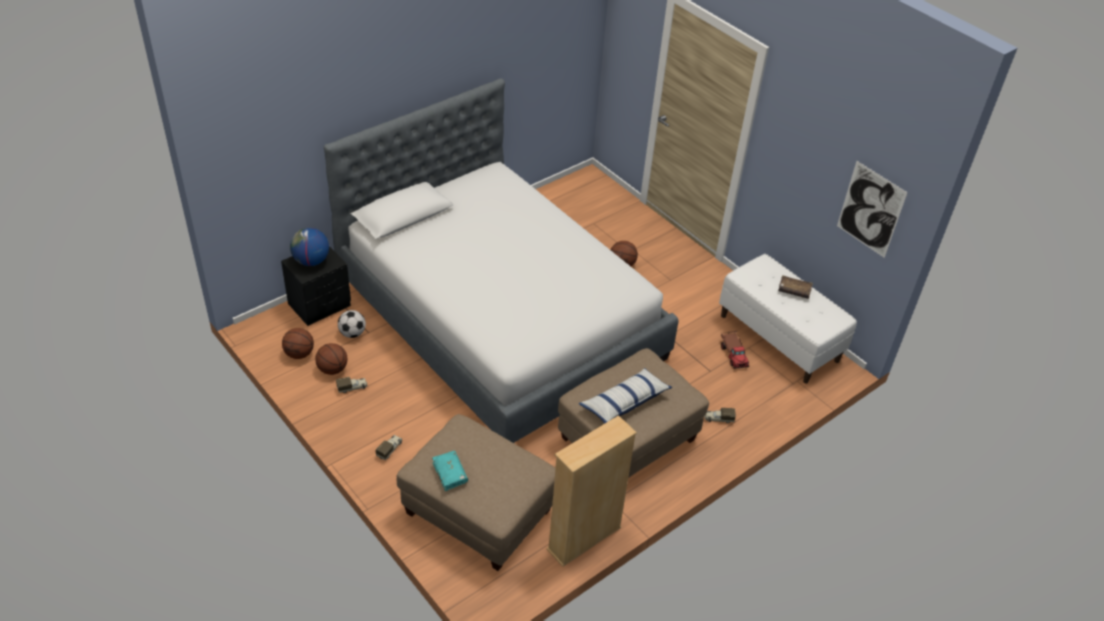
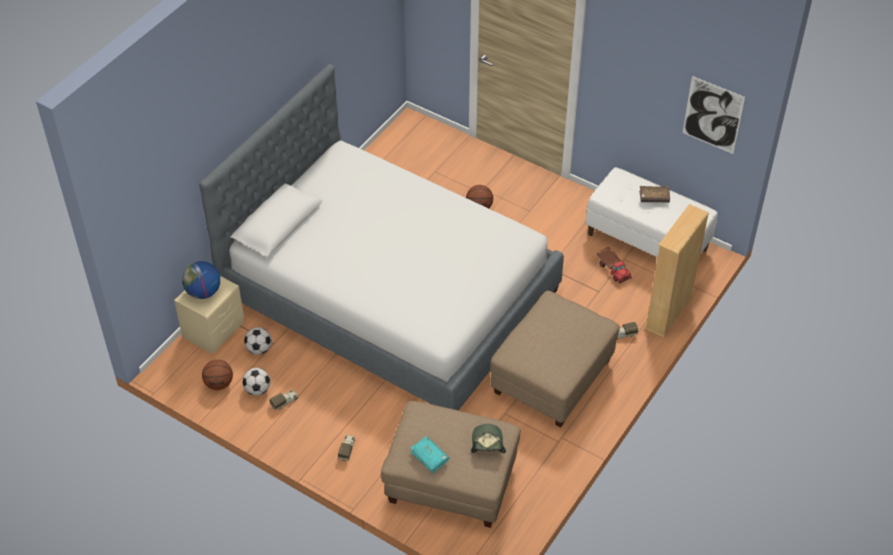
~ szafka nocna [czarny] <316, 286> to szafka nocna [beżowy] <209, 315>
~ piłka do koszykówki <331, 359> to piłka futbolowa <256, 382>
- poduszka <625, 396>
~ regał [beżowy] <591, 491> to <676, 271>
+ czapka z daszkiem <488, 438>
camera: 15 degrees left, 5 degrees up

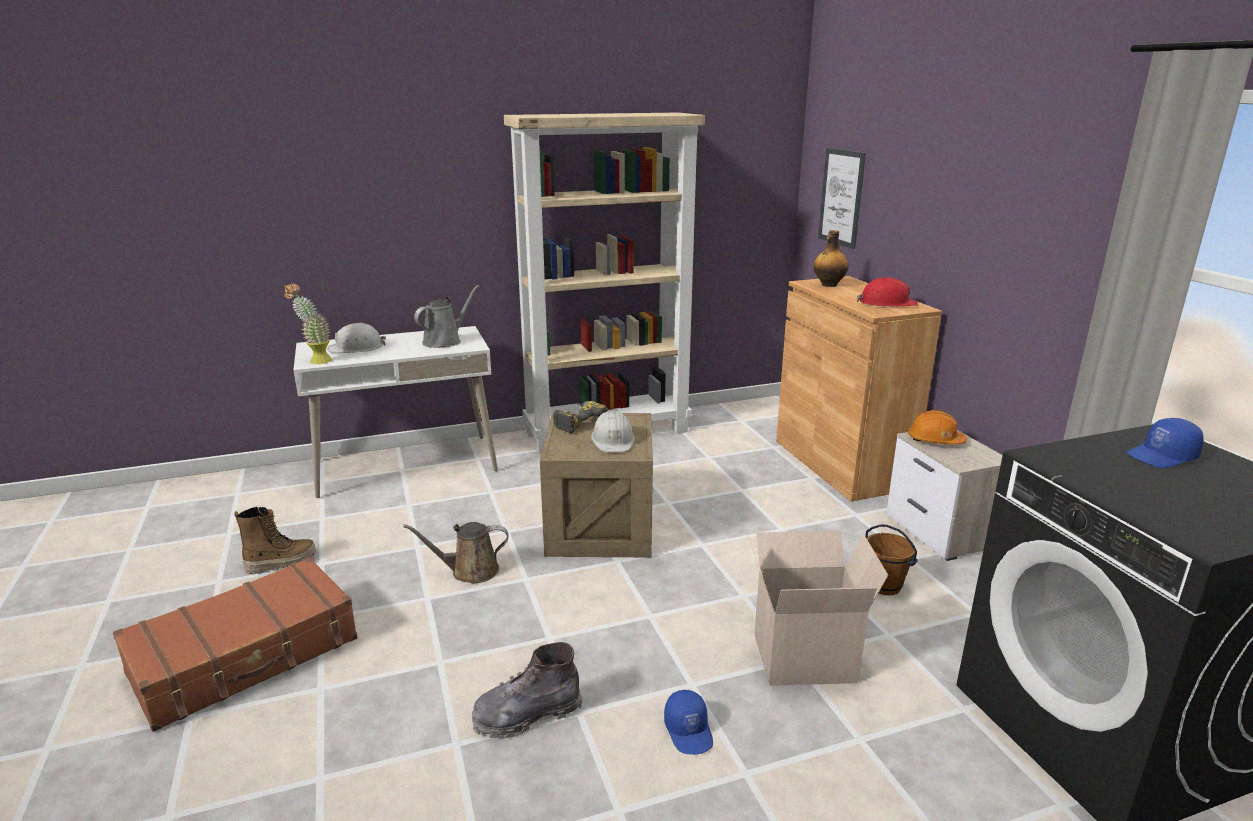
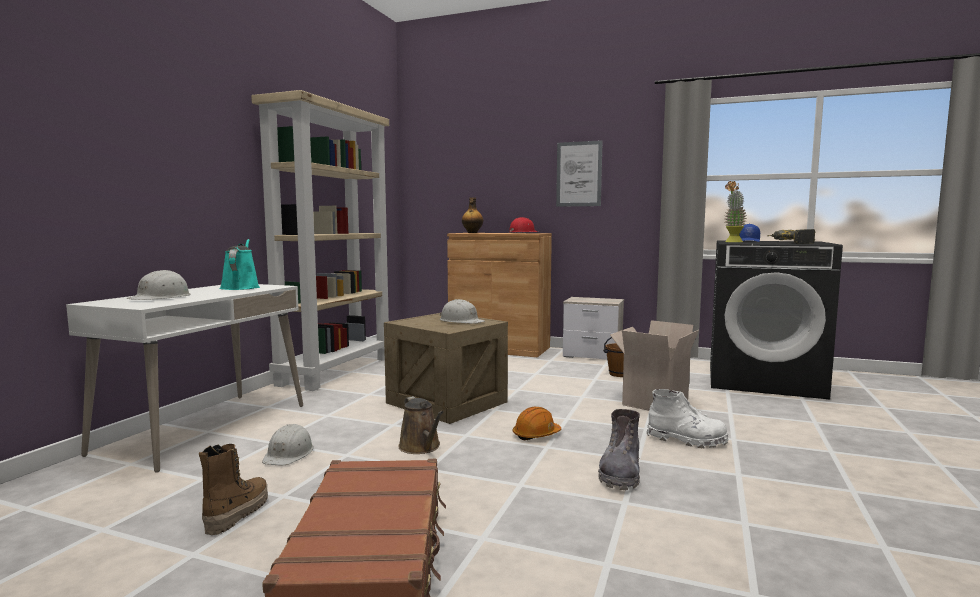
~ obraz <842, 198> to <579, 173>
~ roślina doniczkowa <308, 323> to <736, 211>
~ konewka [szary] <446, 316> to konewka [turkusowy] <239, 264>
~ wiertarka <580, 417> to <791, 236>
~ kask [pomarańczowy] <937, 427> to <537, 424>
~ konewka [brązowy] <456, 552> = <421, 425> 60 degrees counterclockwise
~ czapka z daszkiem [niebieski] <688, 722> to but z cholewką [biały] <688, 418>
+ kask [biały] <288, 445>
camera: 50 degrees left, 15 degrees down

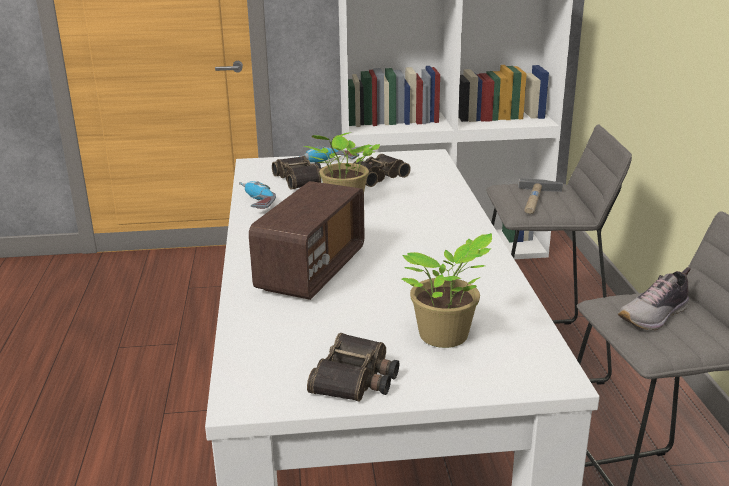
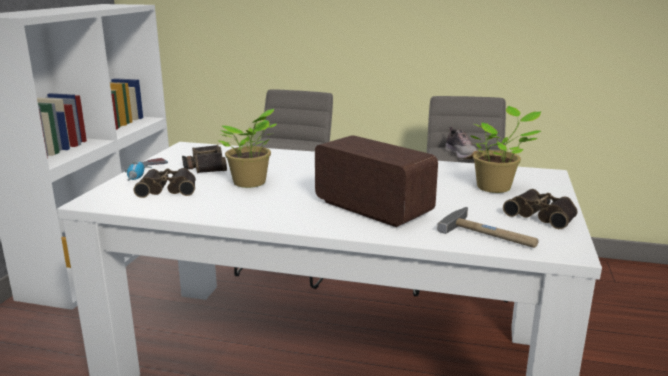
~ młotek <540, 196> to <488, 227>
- wiertarka <257, 195>
camera: 70 degrees left, 5 degrees down

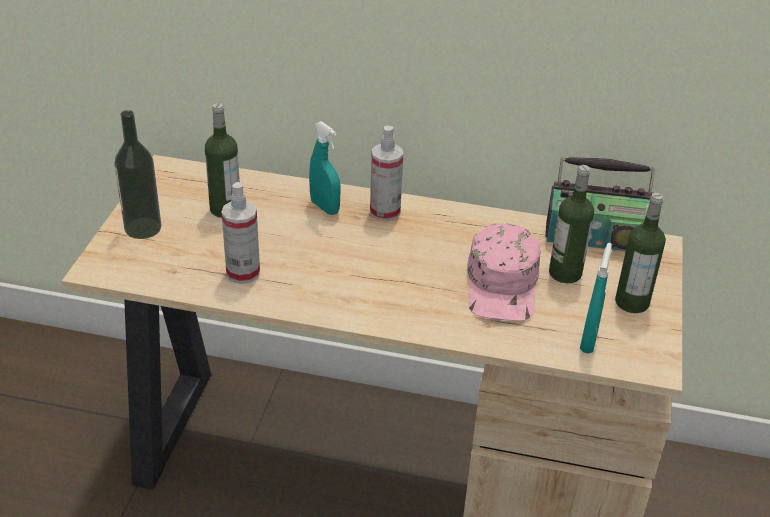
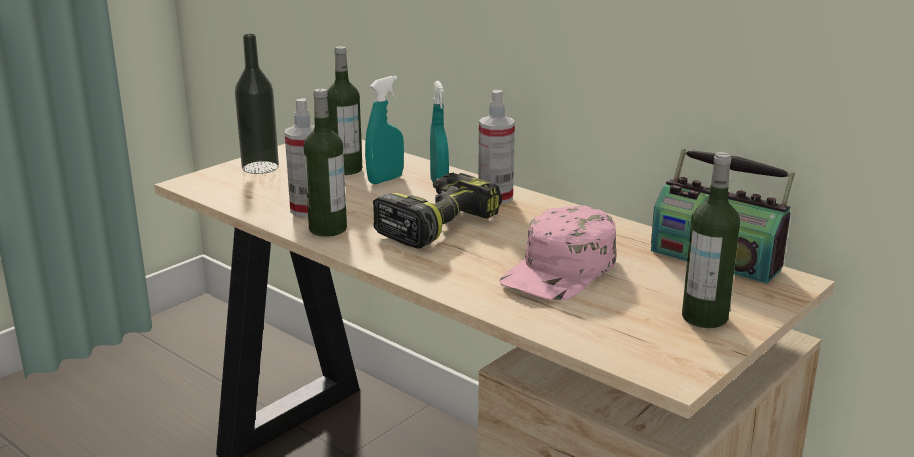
~ butelka <571, 224> to <325, 162>
~ spryskiwacz [turkusowy] <596, 298> to <384, 130>
+ wiertarka <437, 210>
camera: 30 degrees right, 15 degrees down

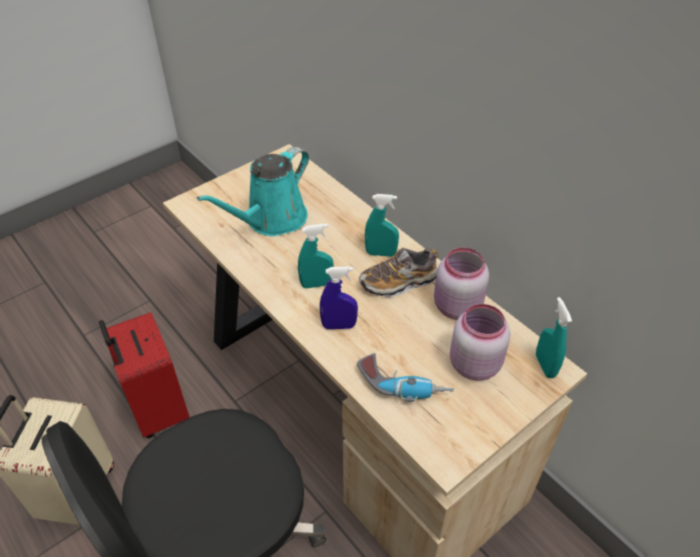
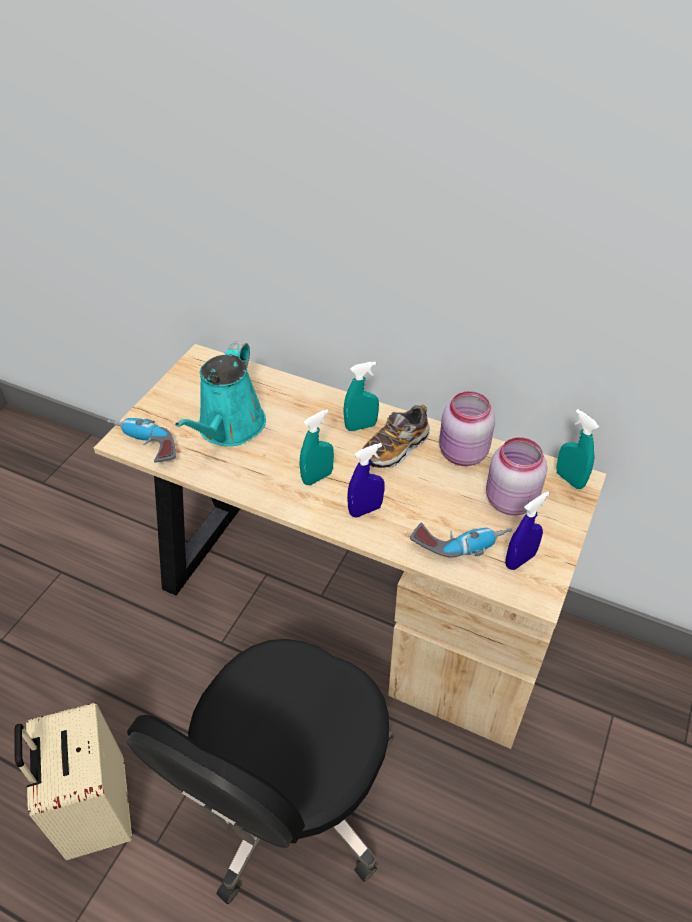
- walizka [czerwony] <144, 375>
+ wiertarka <141, 440>
+ spryskiwacz [niebieski] <528, 530>
camera: 25 degrees left, 0 degrees up

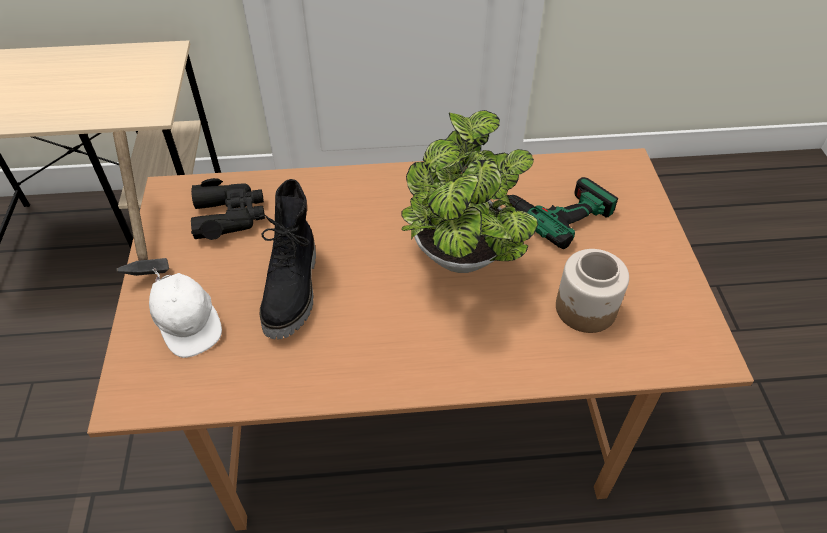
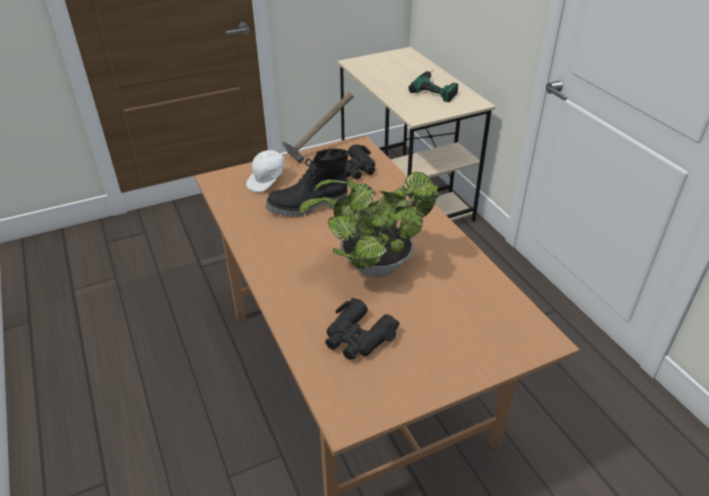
~ wiertarka <562, 213> to <433, 86>
~ słoik <592, 291> to lornetka [czarny] <362, 329>
camera: 70 degrees right, 10 degrees down

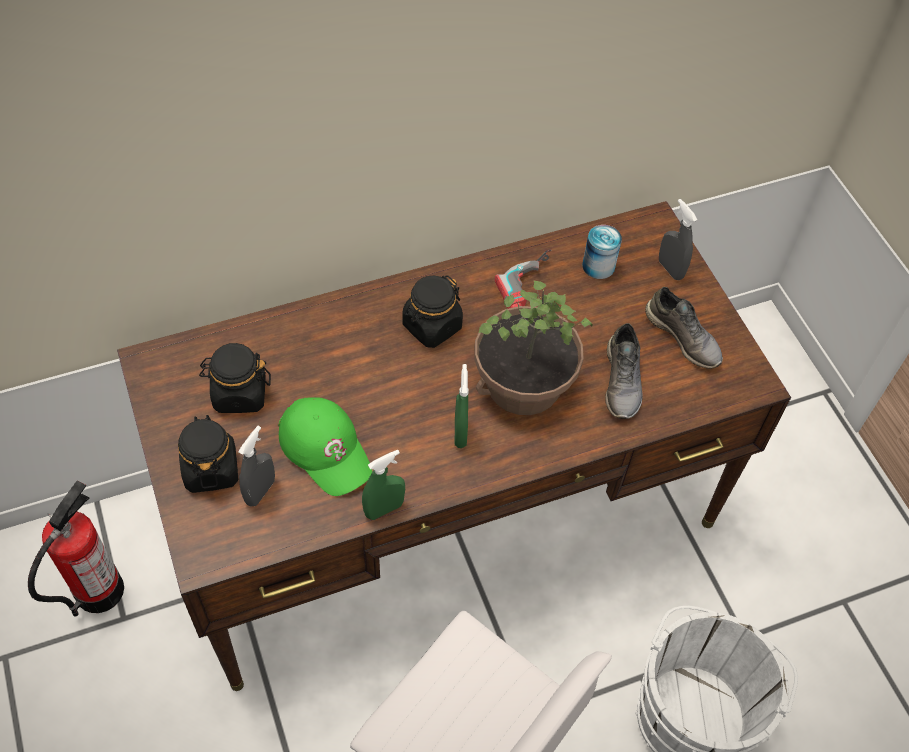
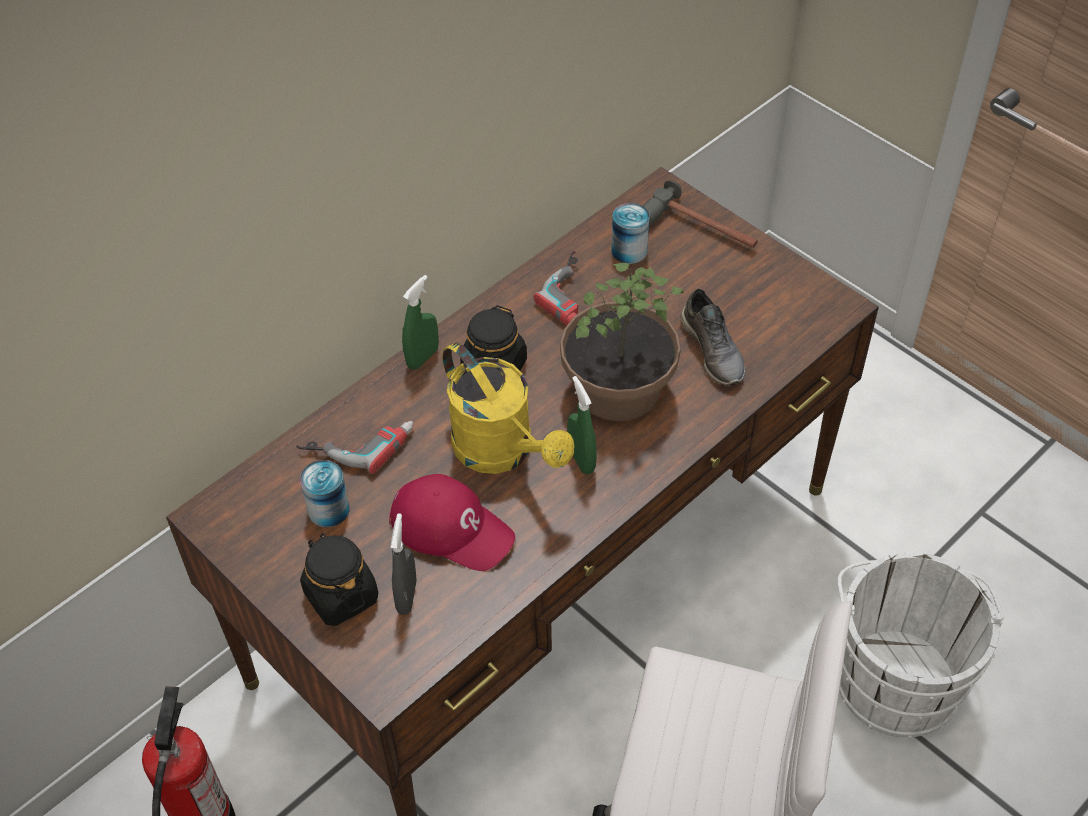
~ spryskiwacz [szary] <678, 239> to młotek <700, 214>
- but [szary] <684, 328>
~ słoik [czarny] <235, 378> to puszka <325, 493>
~ czapka z daszkiem [zielony] <325, 446> to czapka z daszkiem [czerwony] <452, 522>
~ spryskiwacz [zielony] <383, 485> to <420, 322>
+ konewka [żółty] <508, 408>
+ wiertarka <355, 447>
camera: 20 degrees left, 5 degrees down

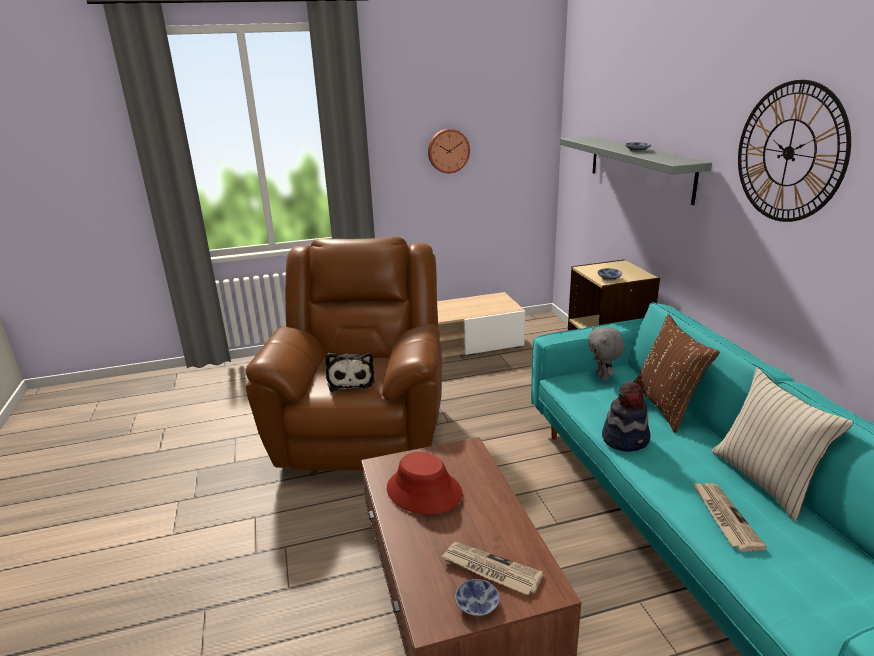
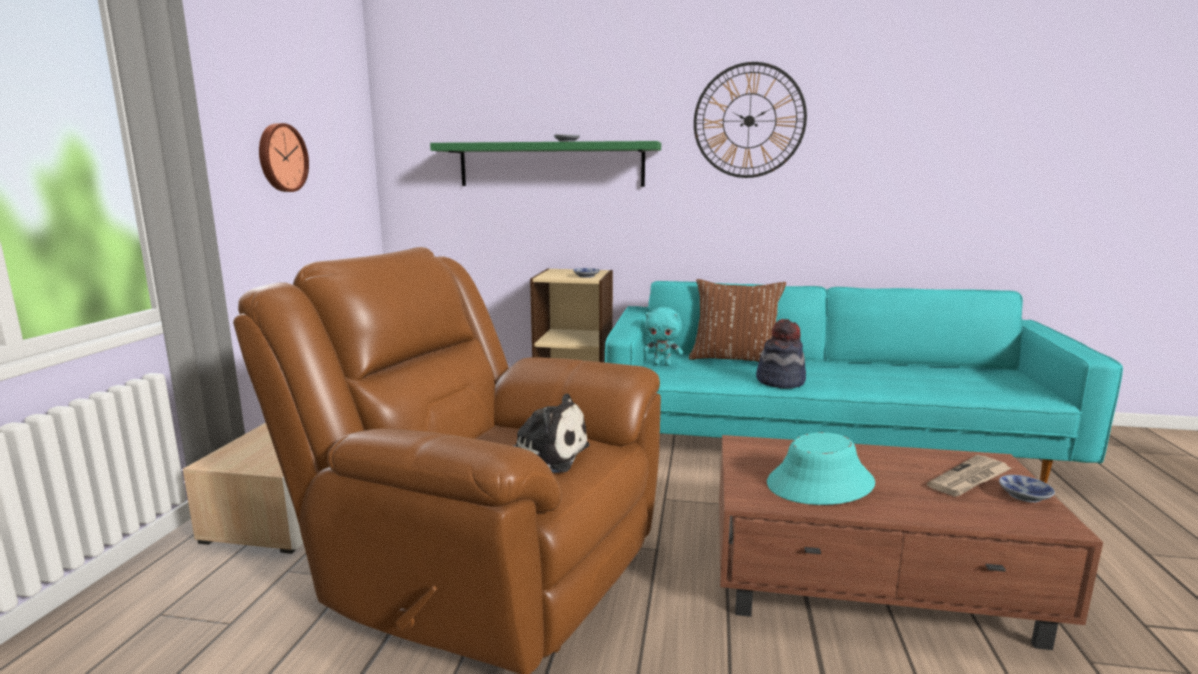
~ półka [szary] <636, 170> to półka [zielony] <545, 164>
~ pluszak [szary] <606, 353> to pluszak [turkusowy] <663, 336>
- poduszka [beżowy] <783, 444>
~ kapelusz [czerwony] <425, 483> to kapelusz [turkusowy] <821, 469>
- gazeta <730, 517>
camera: 65 degrees left, 10 degrees down

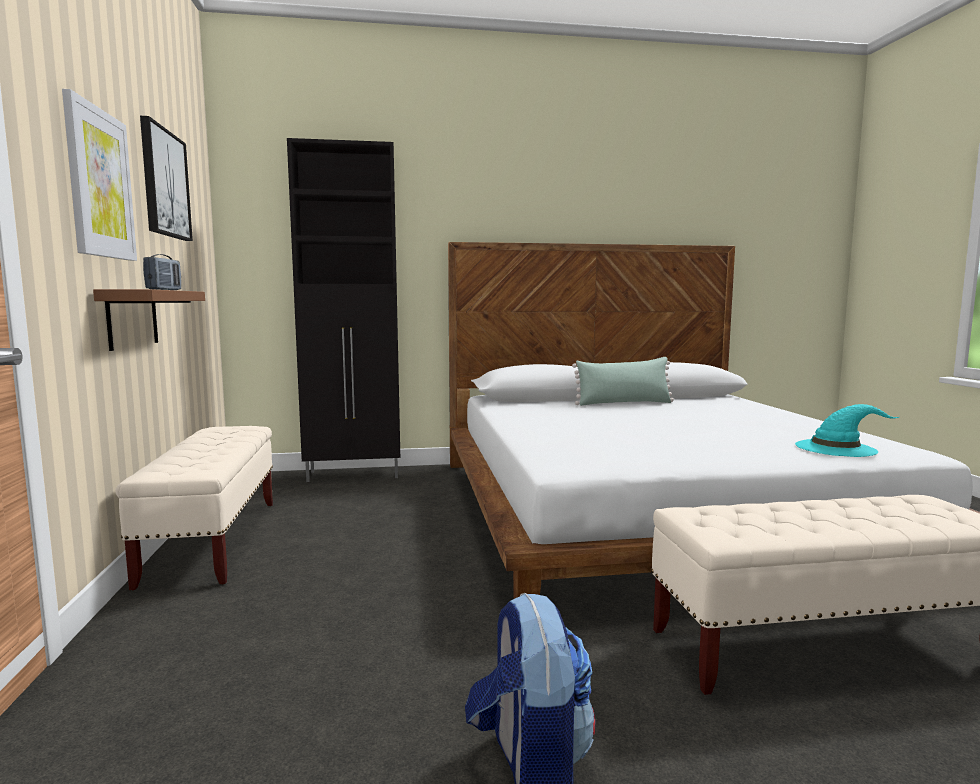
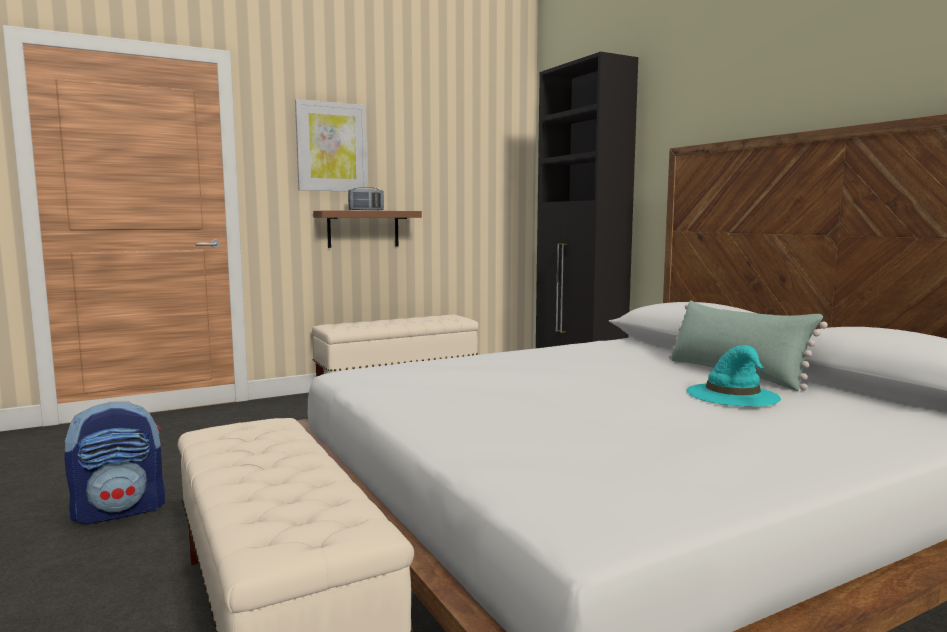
- obraz <166, 178>
~ kapelusz [turkusowy] <847, 430> to <733, 375>
camera: 70 degrees right, 0 degrees up

